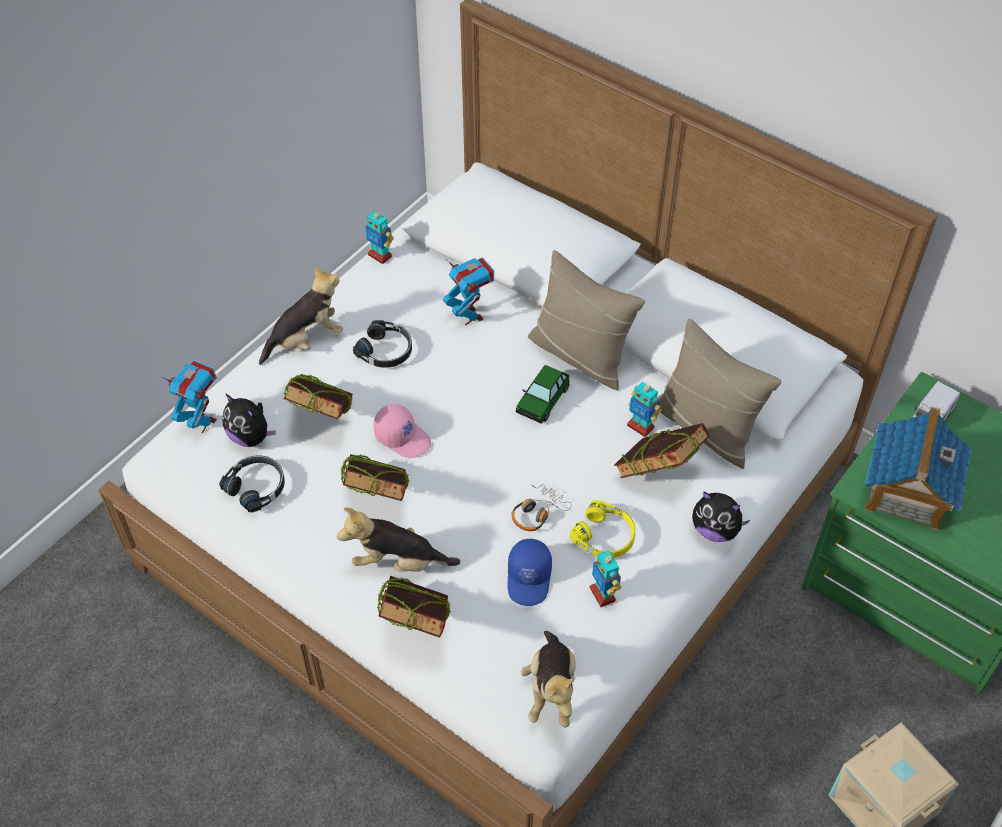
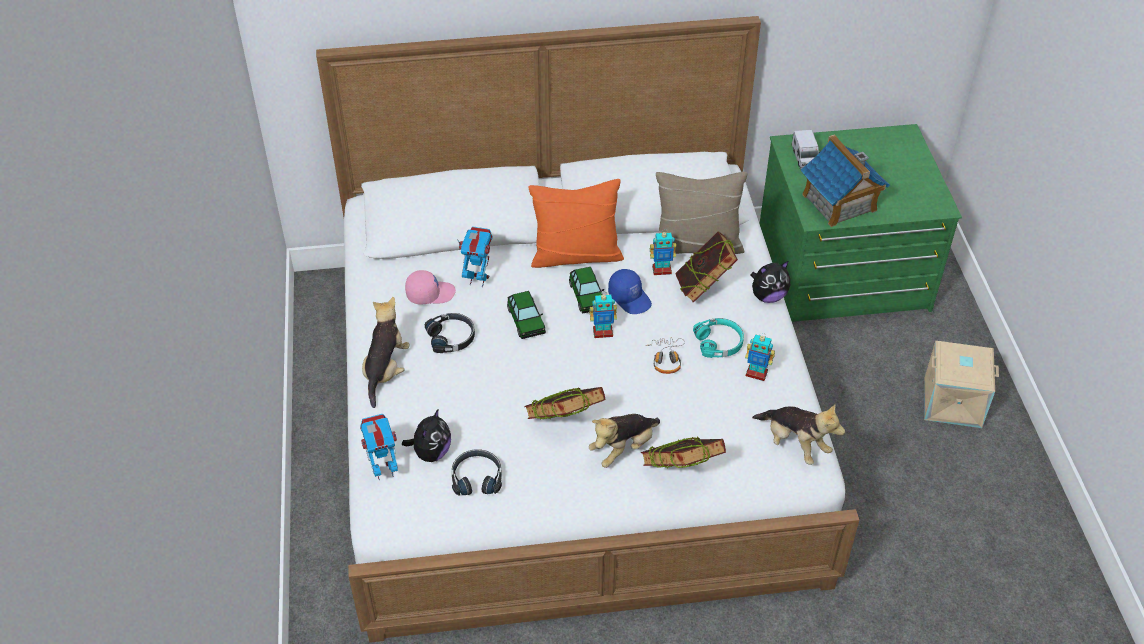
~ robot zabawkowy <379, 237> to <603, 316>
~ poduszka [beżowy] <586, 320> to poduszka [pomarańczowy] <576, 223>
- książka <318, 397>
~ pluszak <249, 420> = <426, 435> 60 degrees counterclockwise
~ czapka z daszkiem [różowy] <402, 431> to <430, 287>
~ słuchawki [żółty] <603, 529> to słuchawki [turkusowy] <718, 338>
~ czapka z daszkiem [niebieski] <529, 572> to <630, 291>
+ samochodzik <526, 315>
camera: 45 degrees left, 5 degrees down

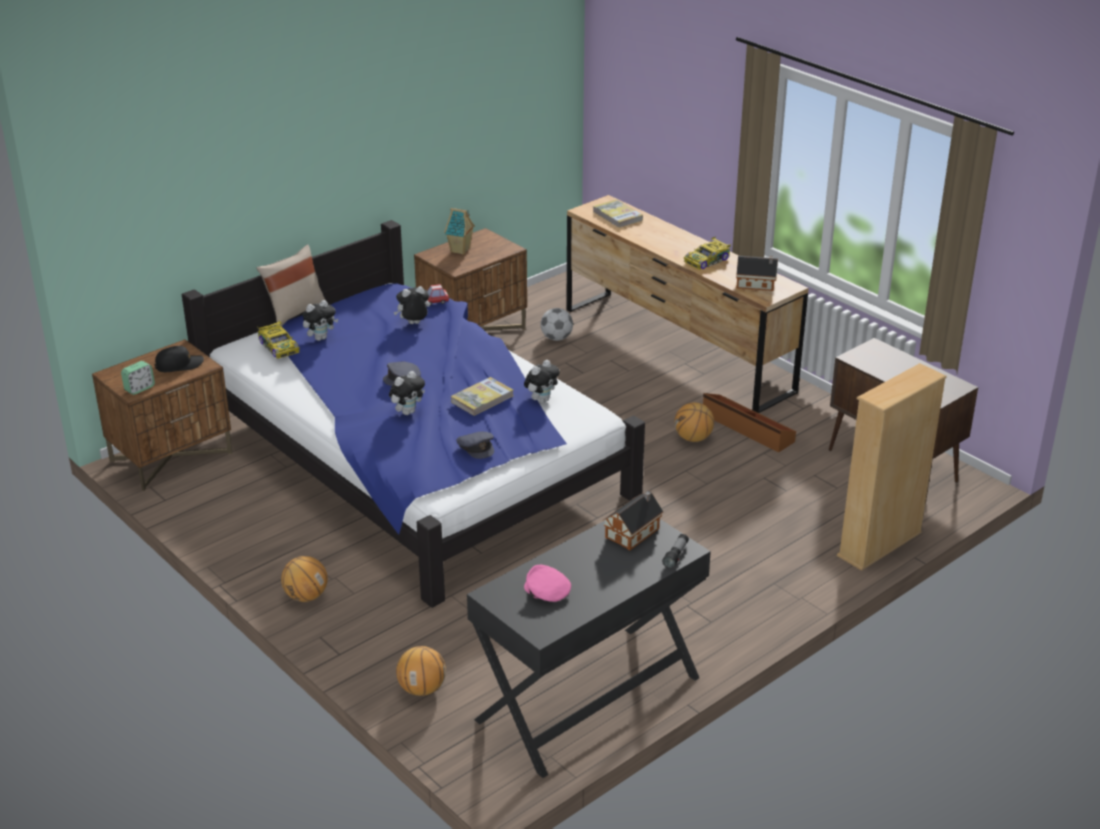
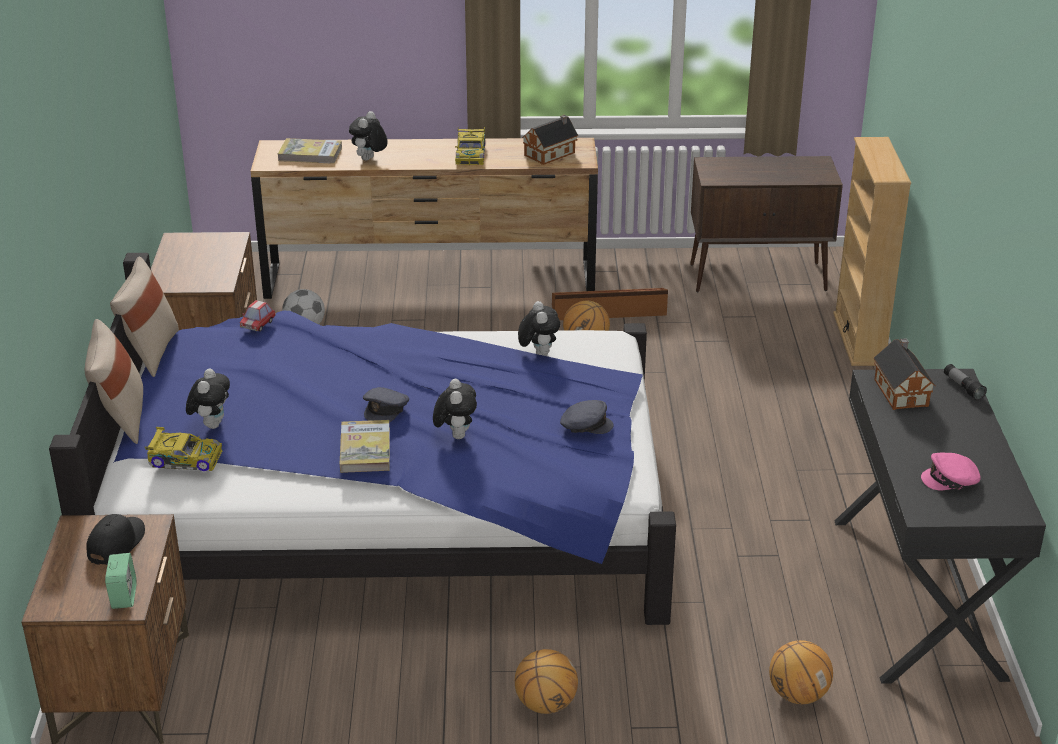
- domek <459, 231>
~ pluszak <411, 305> to <368, 136>
~ książka <482, 396> to <365, 446>
+ poduszka [beżowy] <144, 317>
camera: 50 degrees left, 0 degrees up

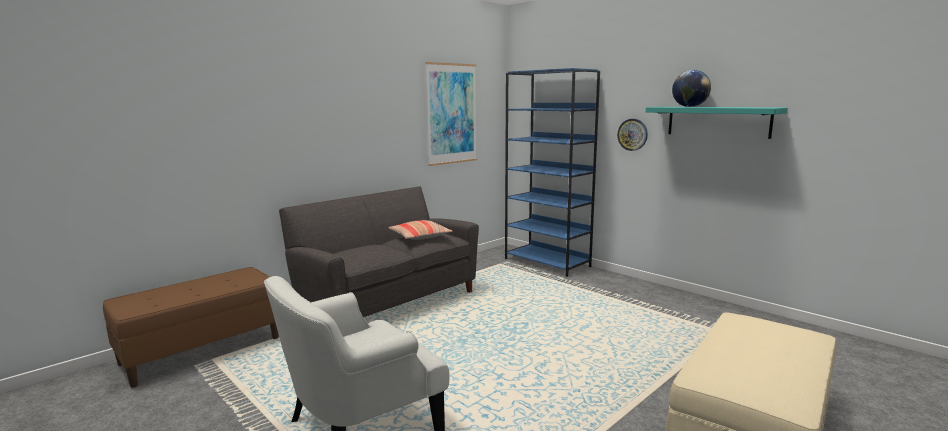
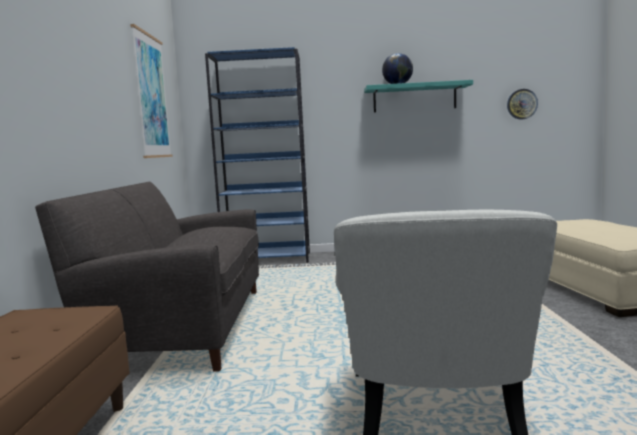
~ zegar ścienny <632, 135> to <522, 104>
- poduszka <420, 230>
camera: 45 degrees left, 5 degrees down

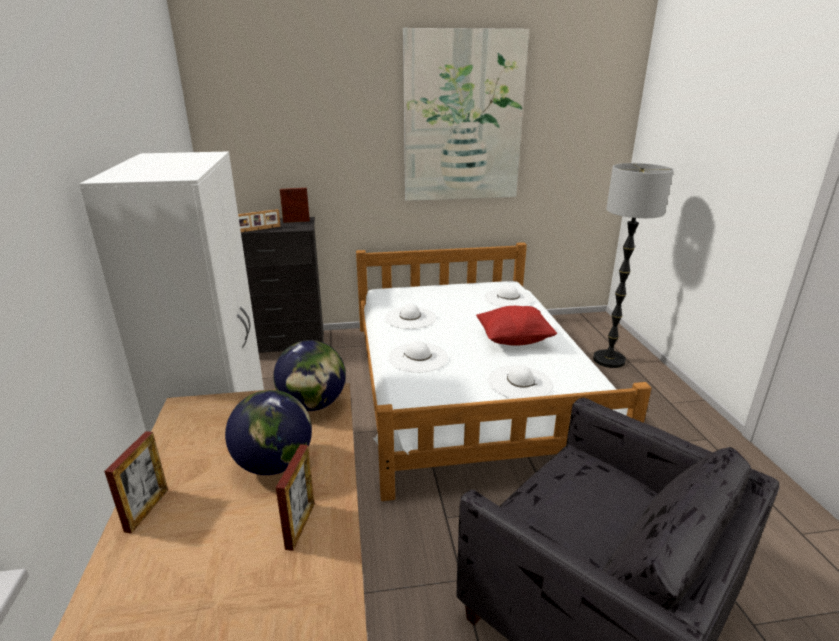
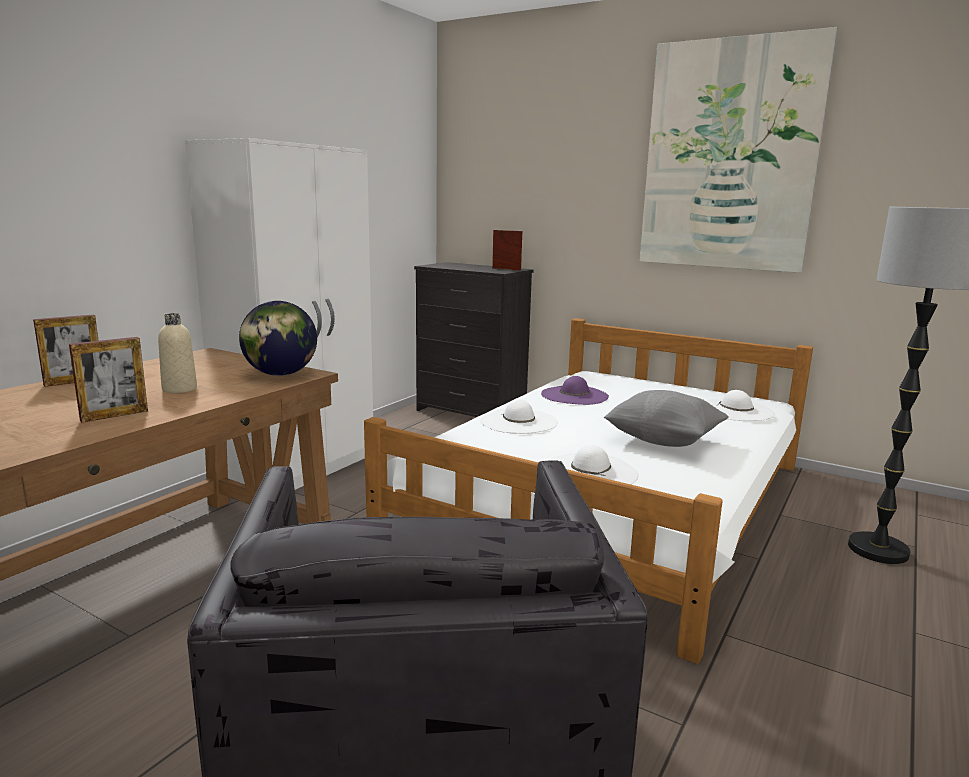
- ramka na zdjęcie <259, 220>
~ kapelusz [biały] <410, 316> to kapelusz [fioletowy] <575, 390>
~ poduszka [czerwony] <516, 326> to poduszka [szary] <666, 418>
~ globus <268, 432> to butelka [beżowy] <177, 353>
camera: 40 degrees right, 10 degrees down

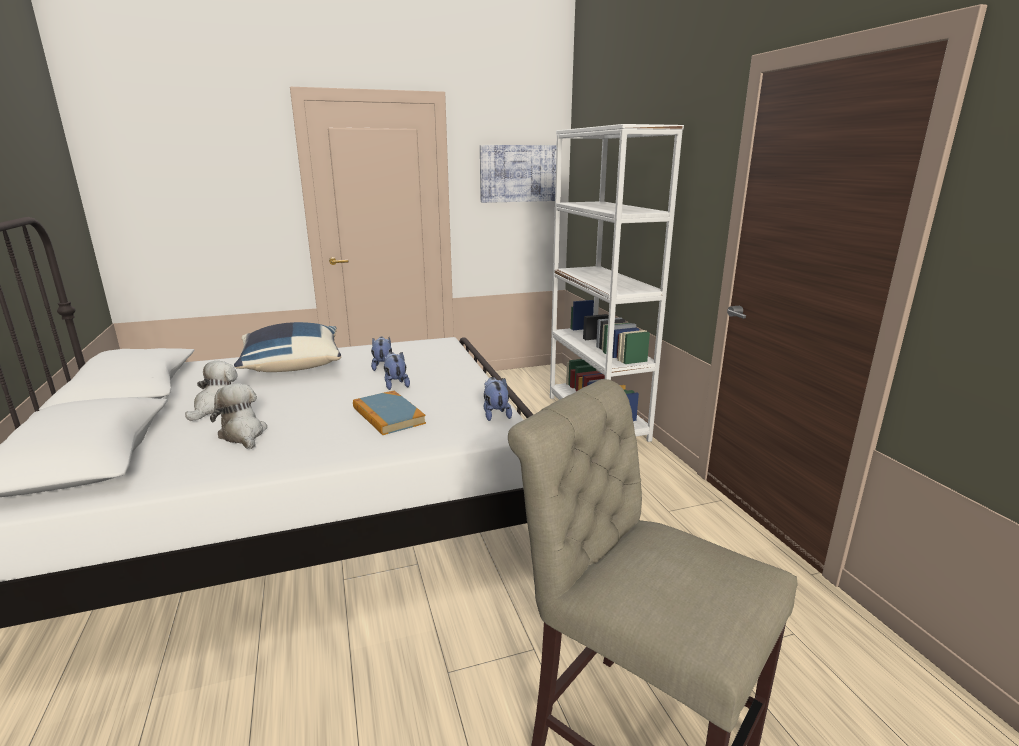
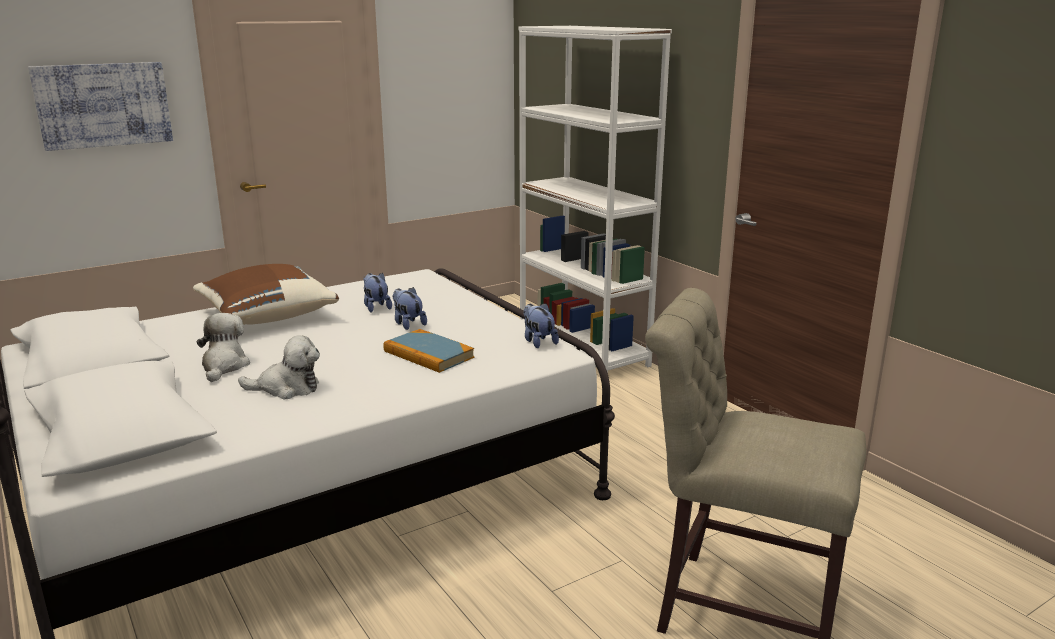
~ obraz <518, 174> to <100, 106>
~ poduszka [niebieski] <287, 347> to poduszka [brązowy] <266, 294>
~ pluszak <238, 416> = <279, 367> 135 degrees clockwise
camera: 15 degrees left, 0 degrees up

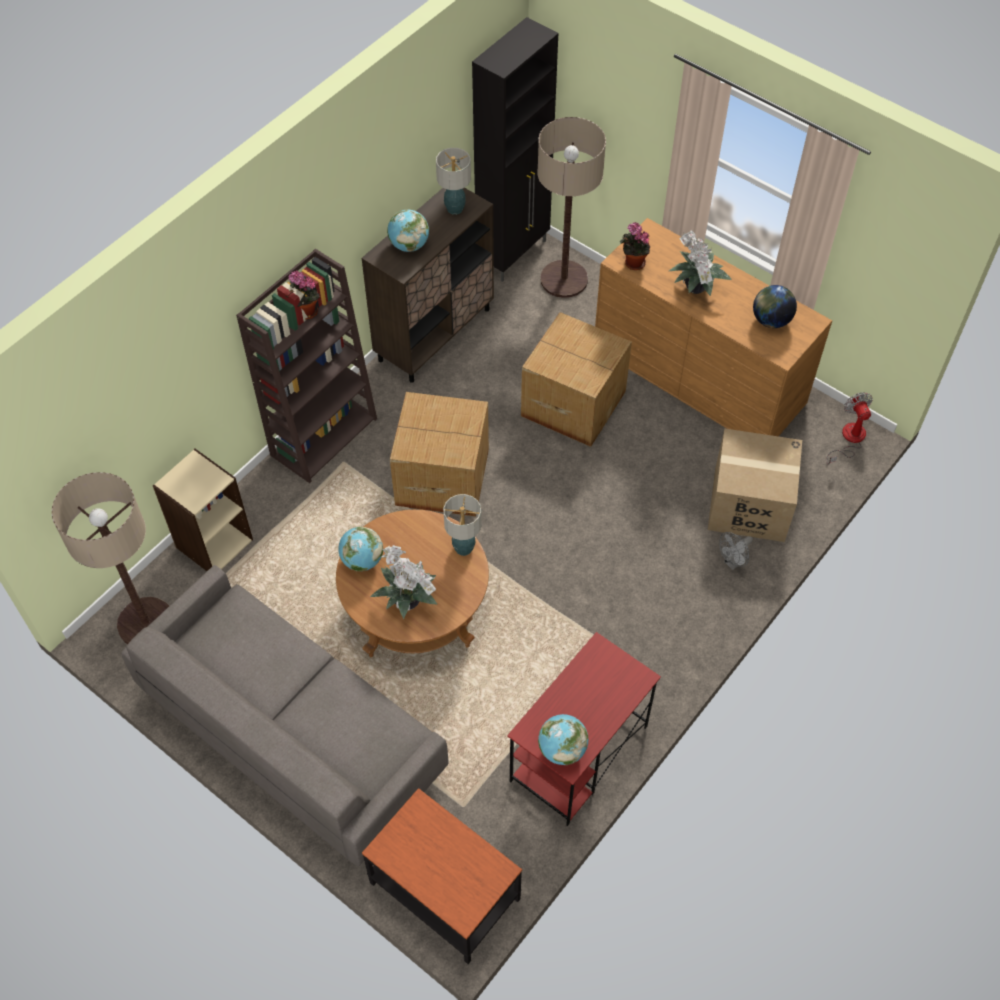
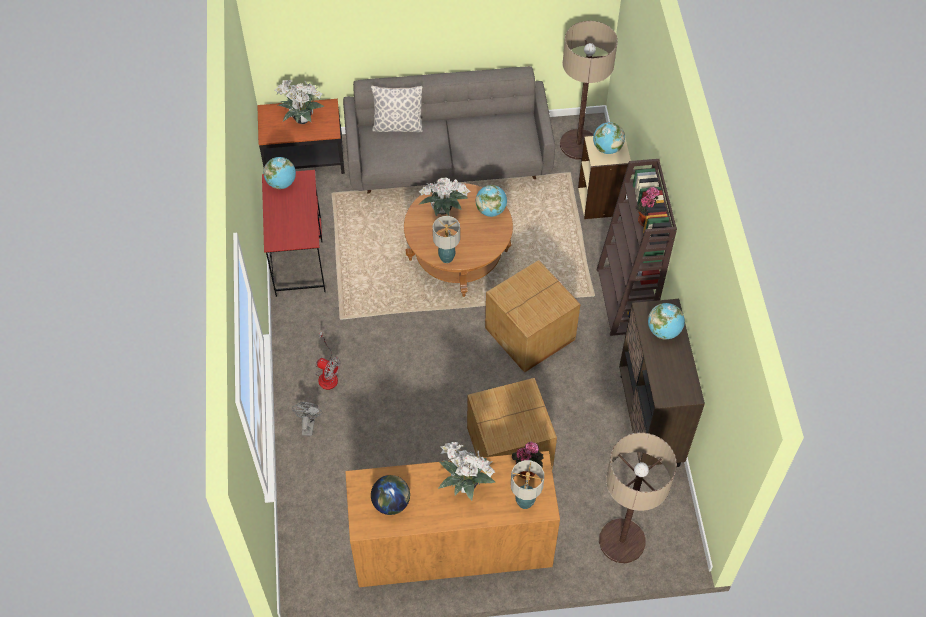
- szafka [czarny] <515, 149>
~ lampa stołowa <453, 181> to <527, 484>
~ wentylator <850, 428> to <328, 360>
- karton <755, 485>
+ roślina doniczkowa <299, 102>
+ poduszka <397, 108>
+ globus <609, 138>
camera: 135 degrees right, 0 degrees up

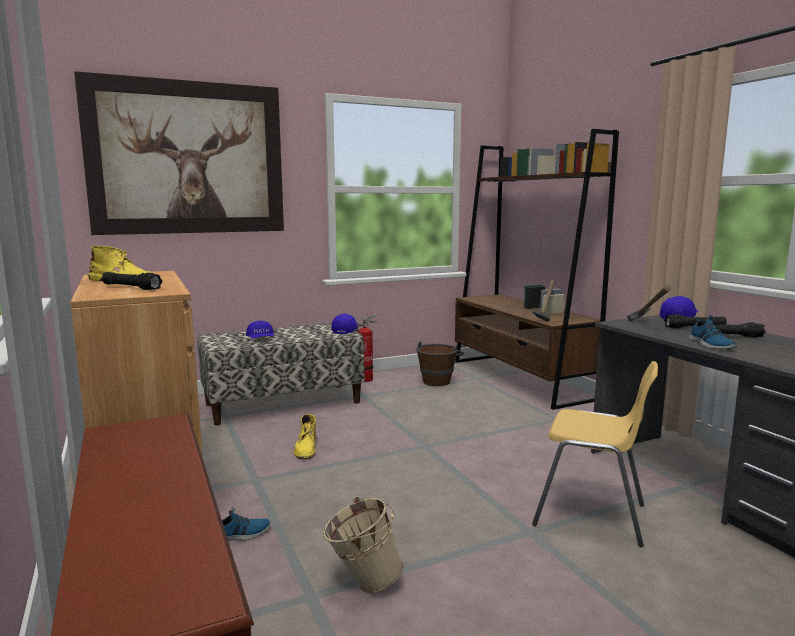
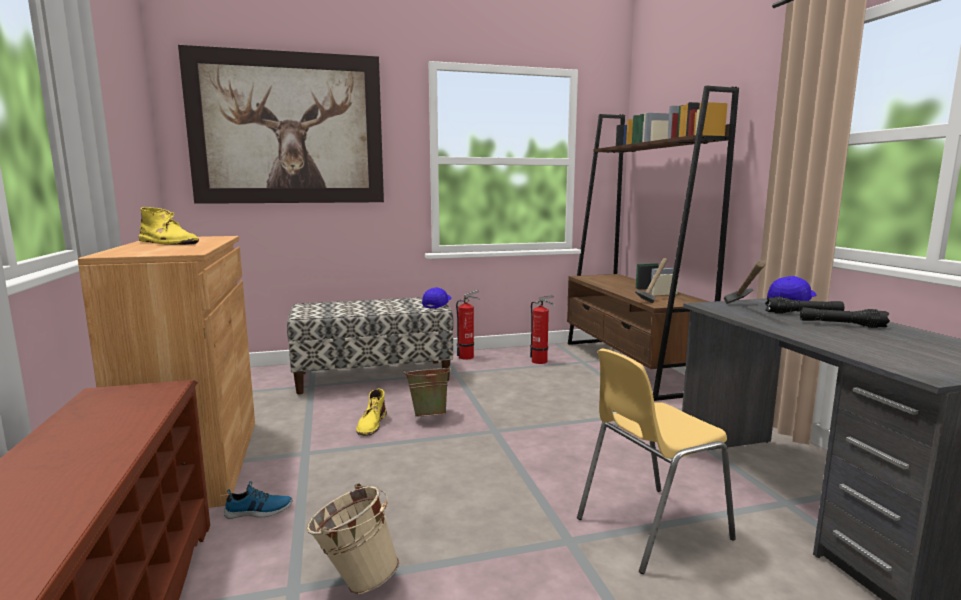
- latarka [czarny] <132, 281>
- but <713, 332>
- czapka z daszkiem [niebieski] <260, 329>
~ wiadro [brązowy] <440, 363> to gaśnica <542, 329>
~ krzesło [żółty] <595, 454> = <656, 461> 120 degrees clockwise
+ wiadro [zielony] <427, 391>
camera: 10 degrees right, 0 degrees up

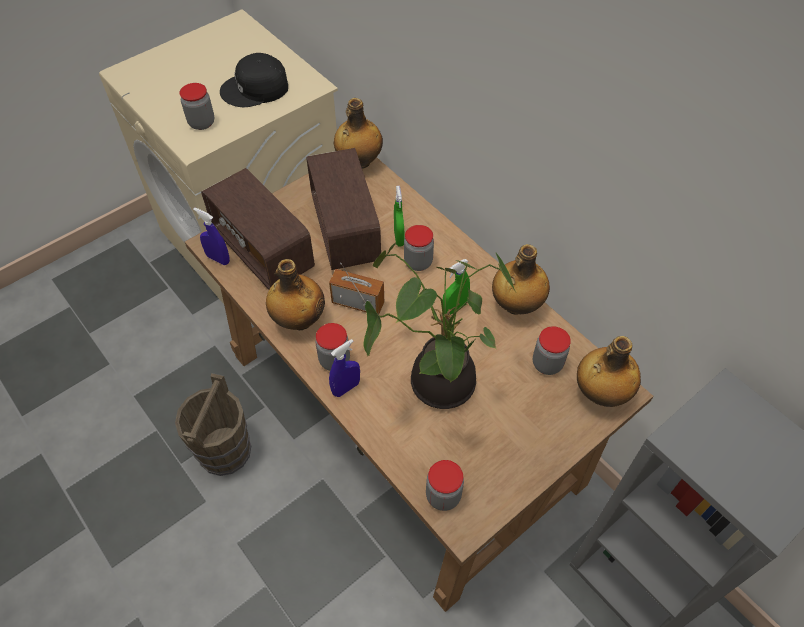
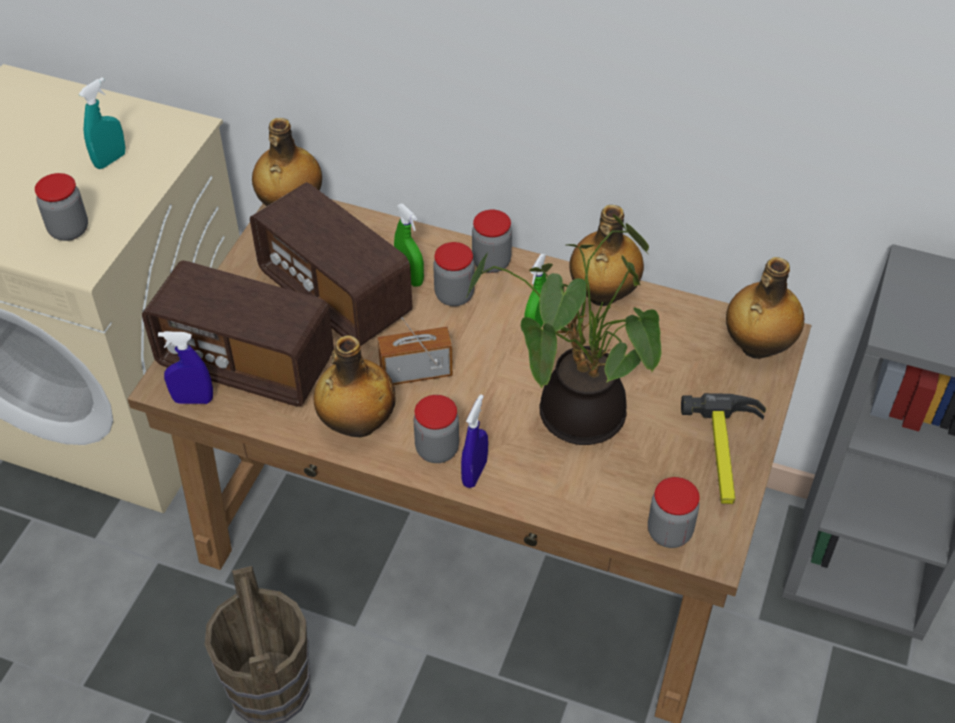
~ czapka z daszkiem [czarny] <254, 80> to spryskiwacz [turkusowy] <102, 123>
~ słoik <552, 350> to <492, 241>
+ młotek <723, 448>
camera: 30 degrees left, 5 degrees down

